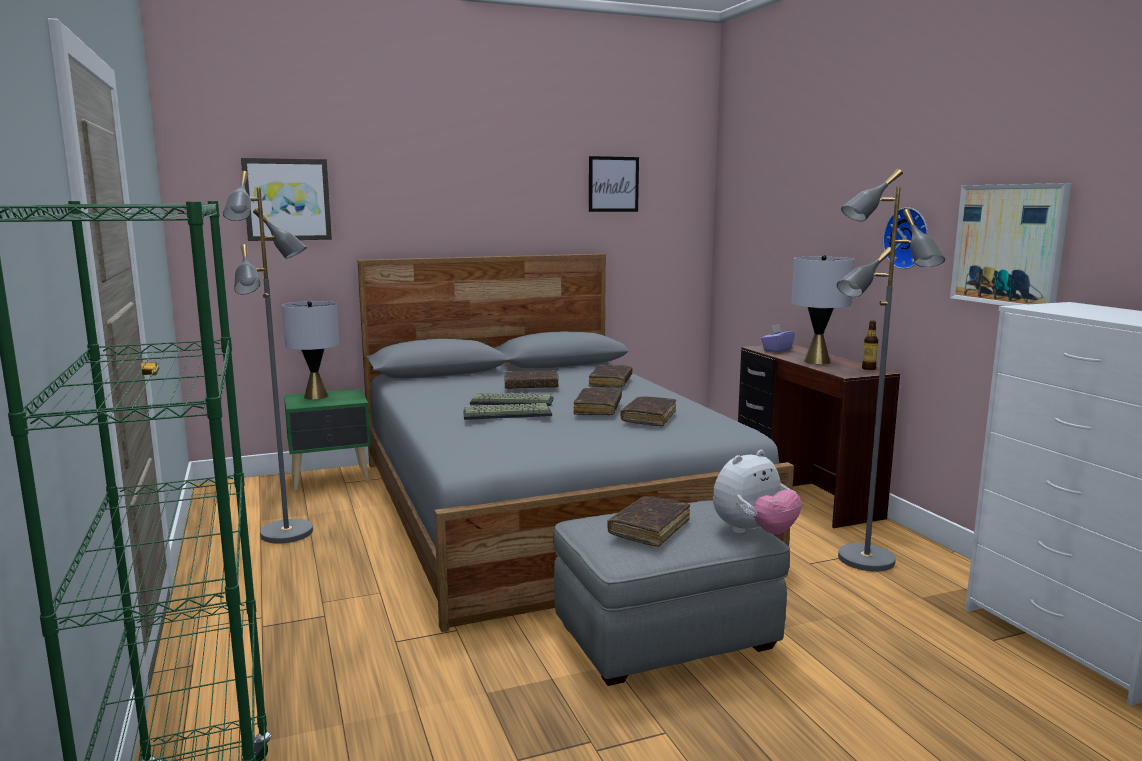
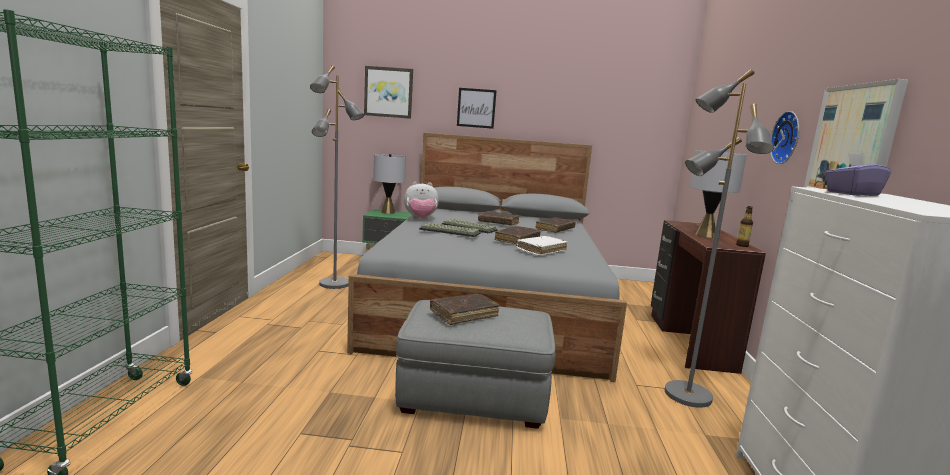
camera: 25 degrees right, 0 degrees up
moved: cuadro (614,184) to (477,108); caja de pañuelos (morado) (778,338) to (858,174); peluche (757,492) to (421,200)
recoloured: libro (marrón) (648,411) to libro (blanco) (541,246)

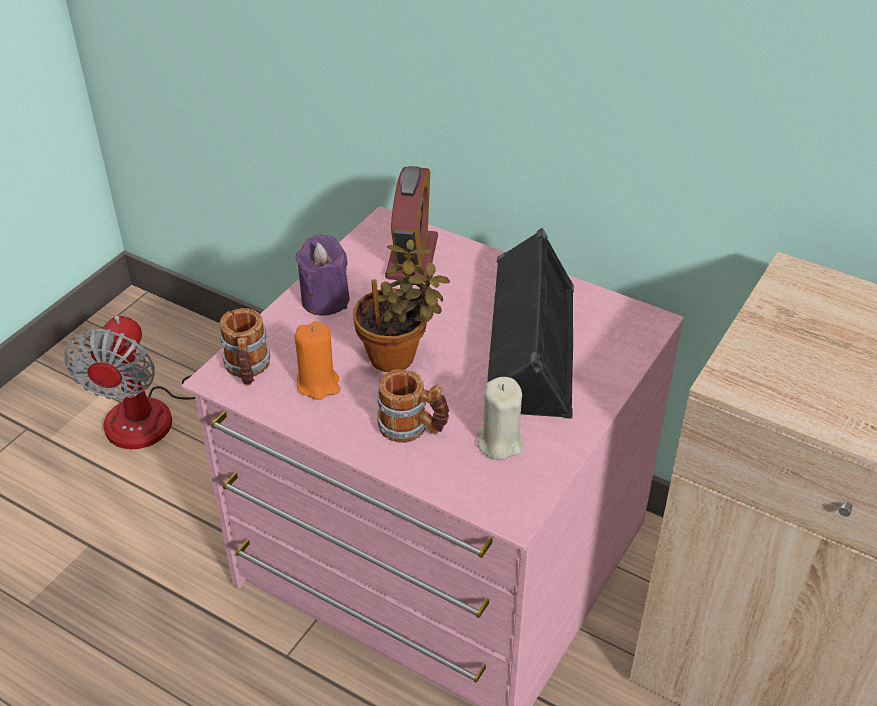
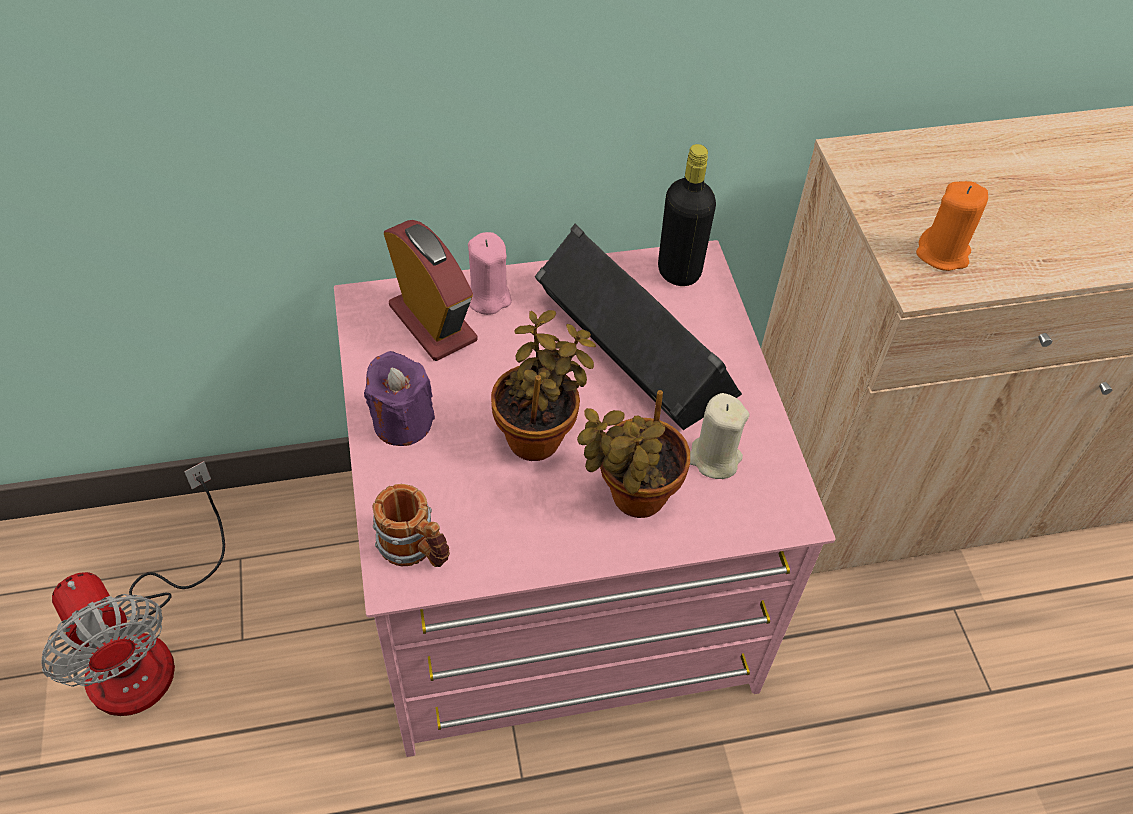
camera: 45 degrees left, 10 degrees up
added: botella (negro) (687,215); vela (rosa) (490,273)
moved: vela (naranja) (317,360) to (952,226)
replaced: taza grande (413,406) to planta en maceta (633,454)

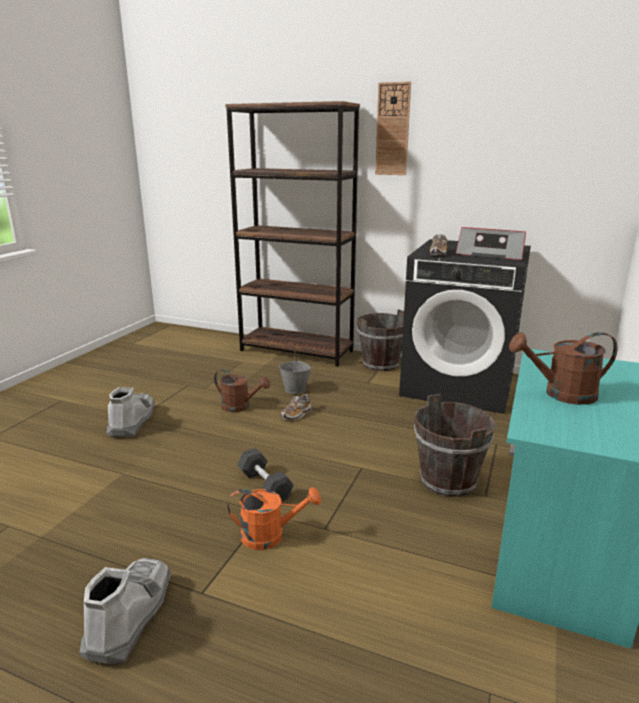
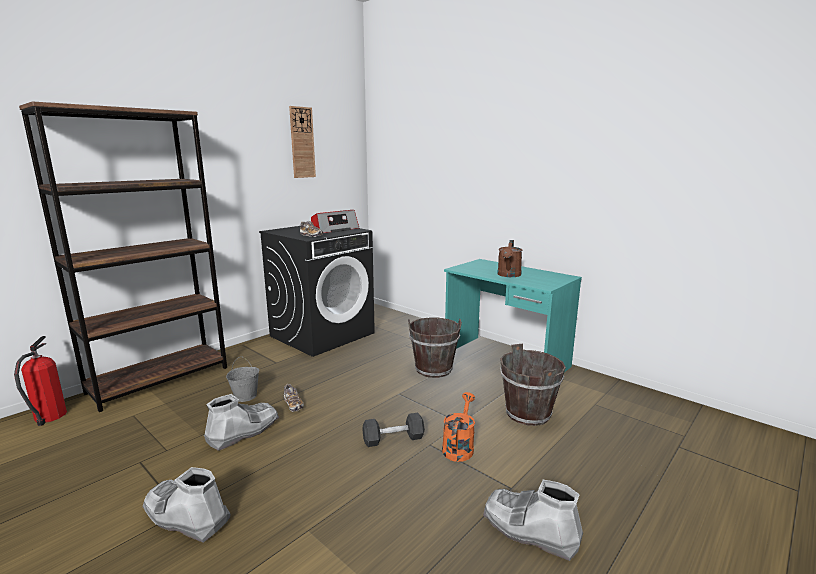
camera: 70 degrees left, 5 degrees down
added: extintor (40,381)
moved: reloj de pared (393,128) to (302,142); cubo (marrón) (380,340) to (533,385)
replaced: regadera (marrón) (242,391) to bota (gris) (241,422)

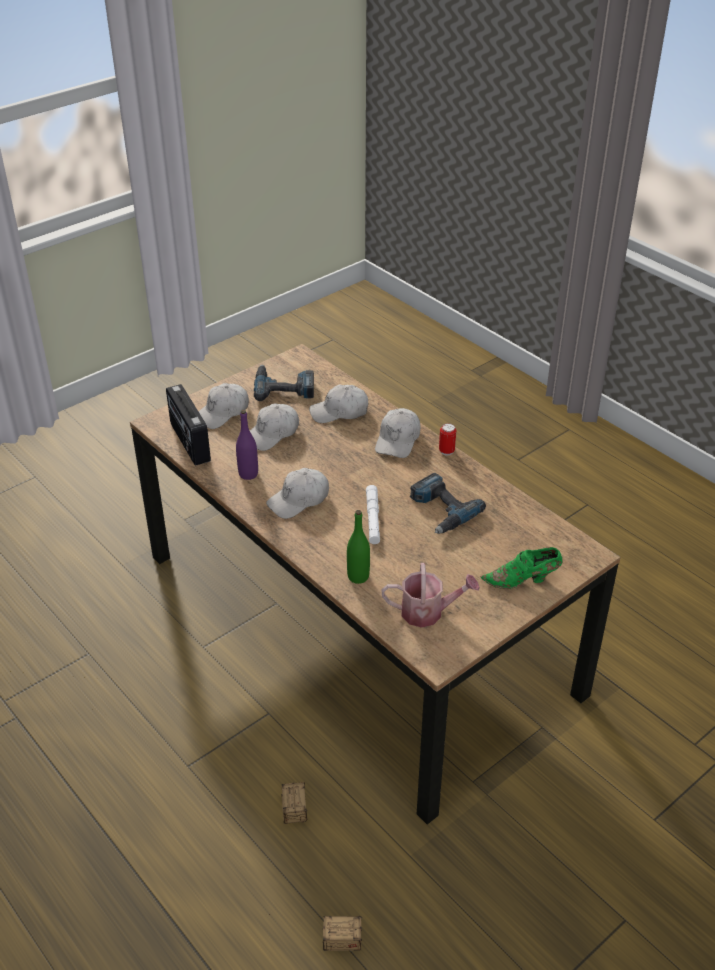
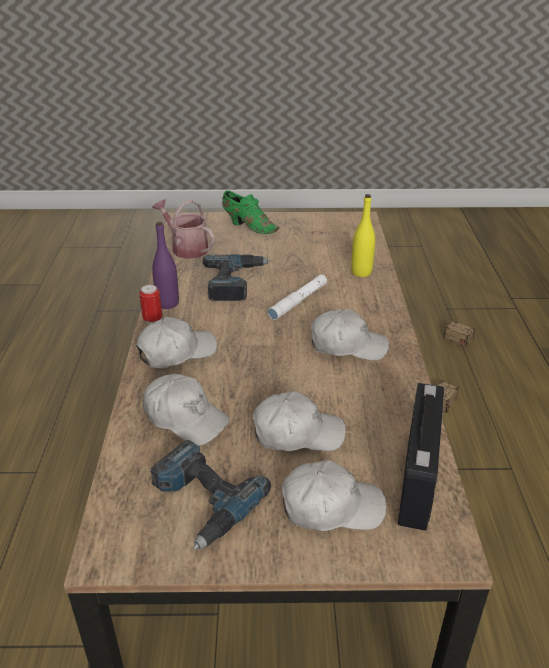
camera: 140 degrees left, 5 degrees down
moved: botella (morado) (247,445) to (165,265); regadera (431,595) to (184,229)
recoloured: botella (verde) (358,547) to botella (amarillo) (363,235)

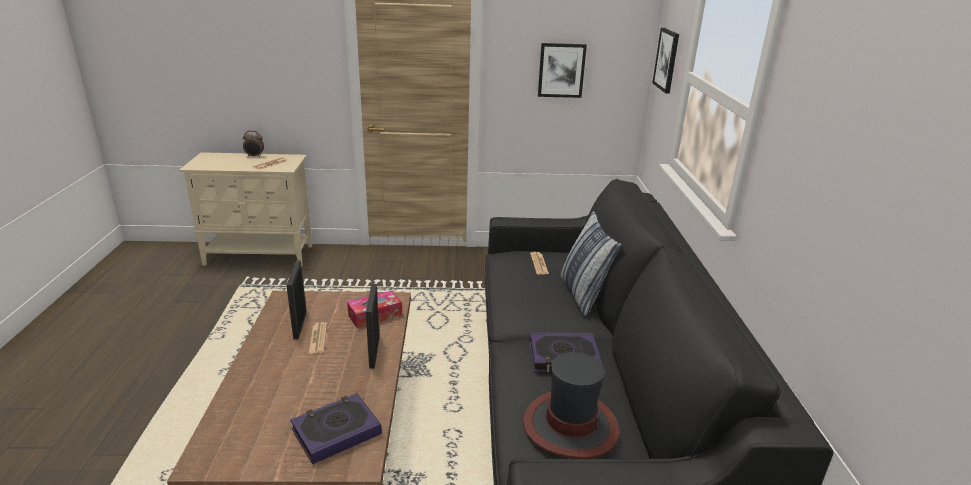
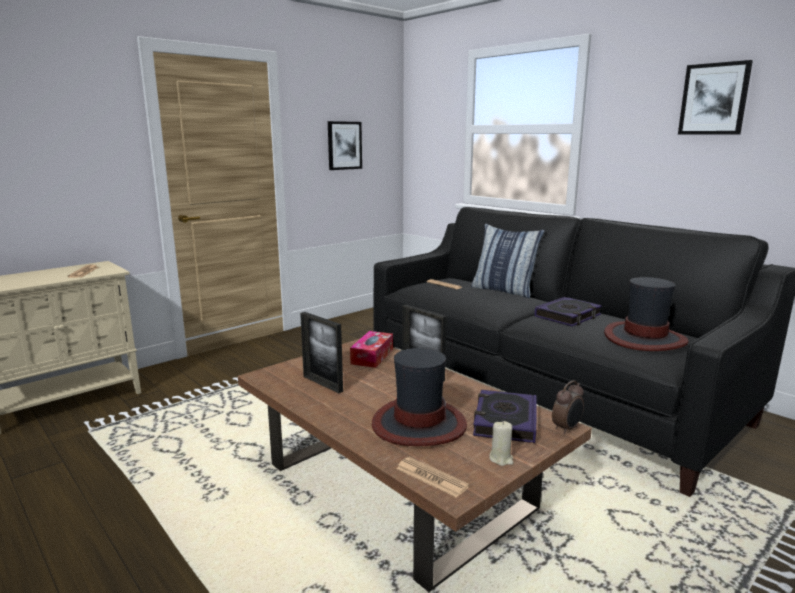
camera: 40 degrees left, 10 degrees down
added: sombrero (419,397); vela (beis) (501,443)
moved: cuadro (665,61) to (715,97); despertador (253,143) to (568,407); periódico (318,338) to (432,477)

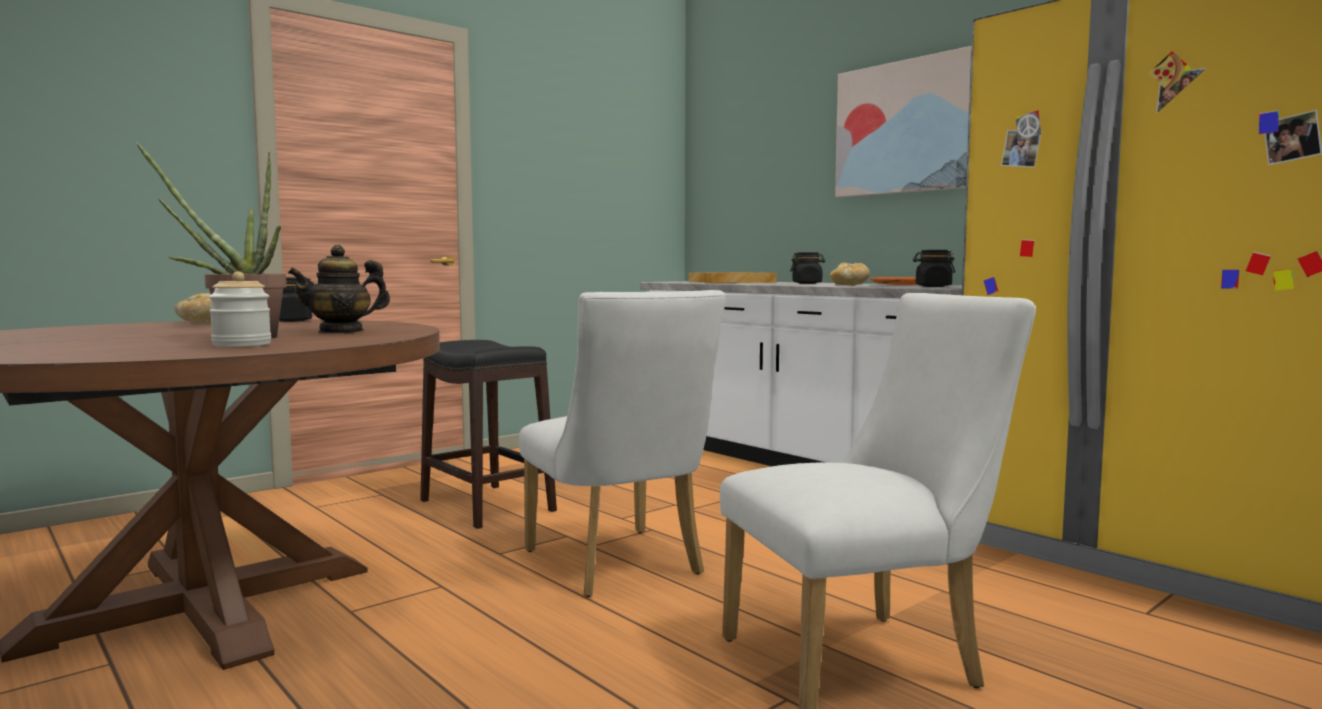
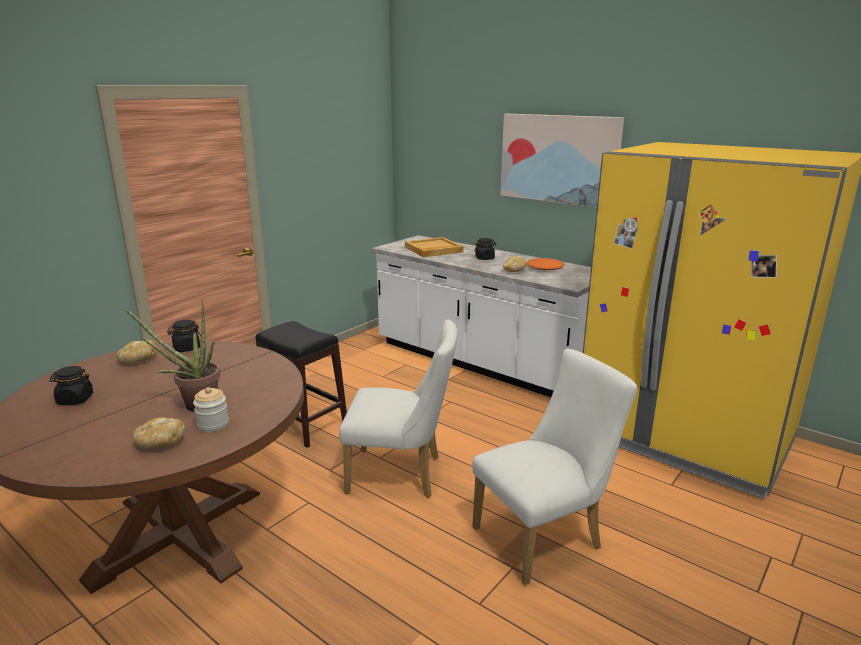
camera: 10 degrees left, 15 degrees up
removed: tetera (339,289)
added: pan (159,432)
moved: tarro (negro) (934,268) to (71,385)
turned: silla (blanco) (622,443) = (398,408) 45 degrees counterclockwise

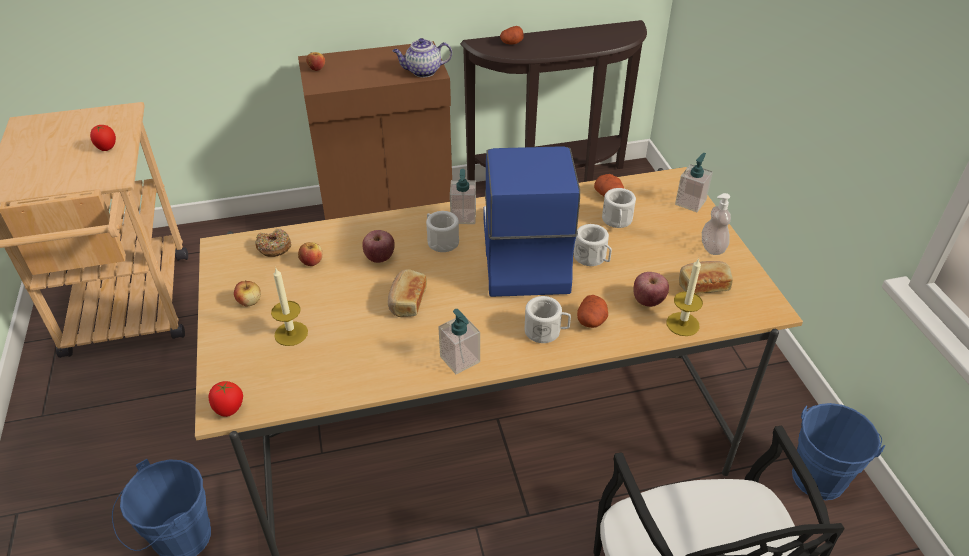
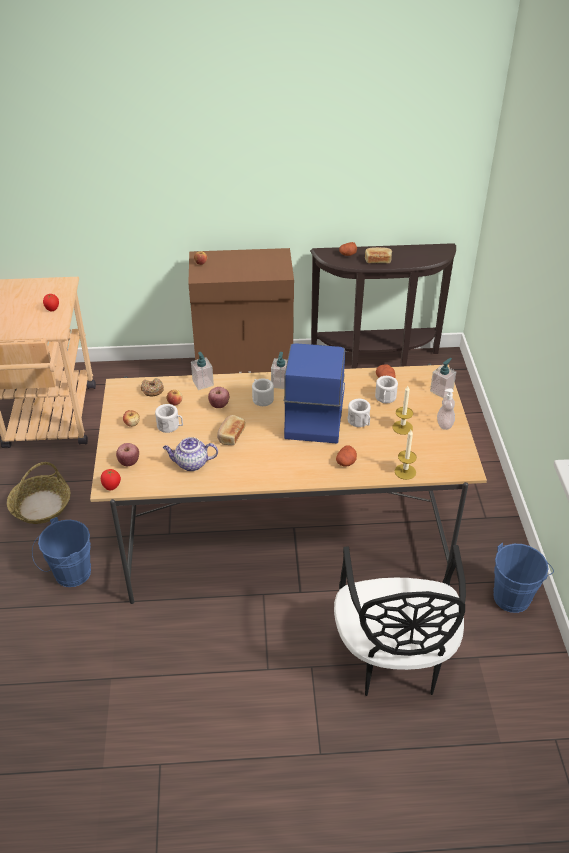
camera: 10 degrees right, 0 degrees up
added: cesta (38,493)
moved: tetera (422,57) to (190,454); pan (706,277) to (378,255); vela (289,306) to (403,410); manzana (651,289) to (127,454); taza grande (blanco) (548,319) to (169,418); dispensador de jabón (459,342) to (202,371)

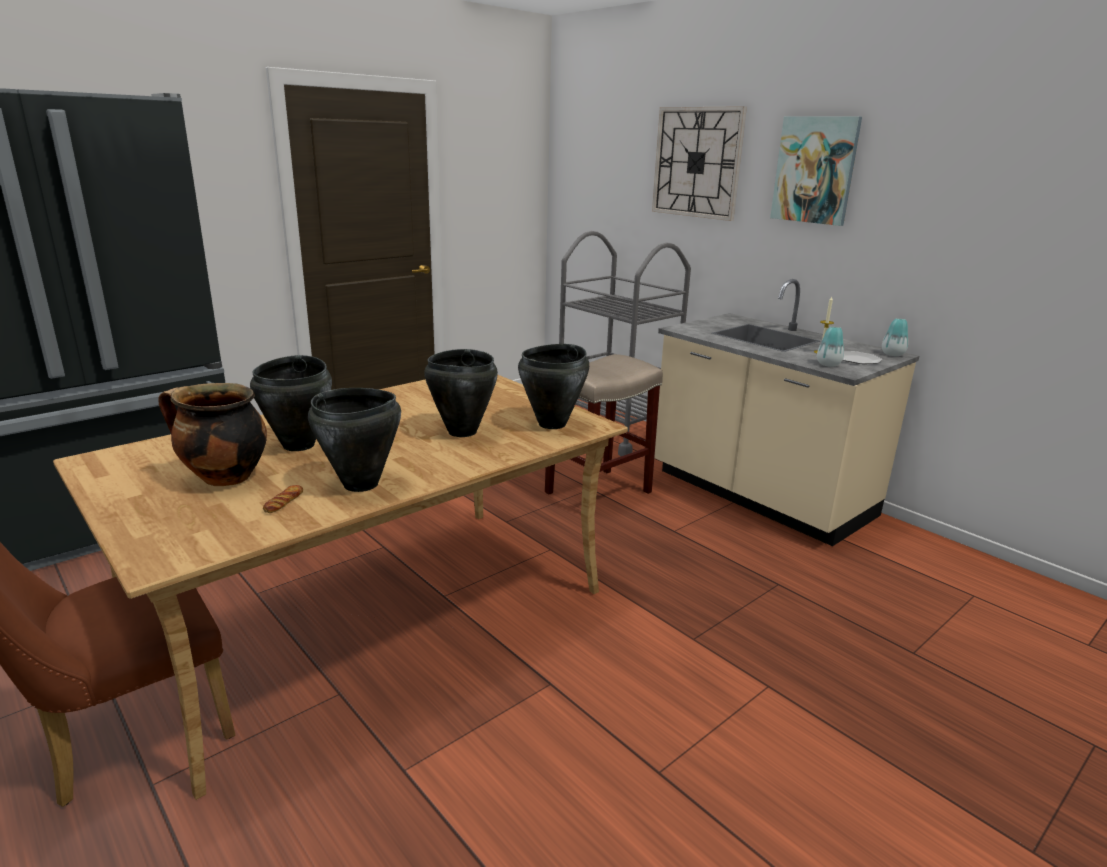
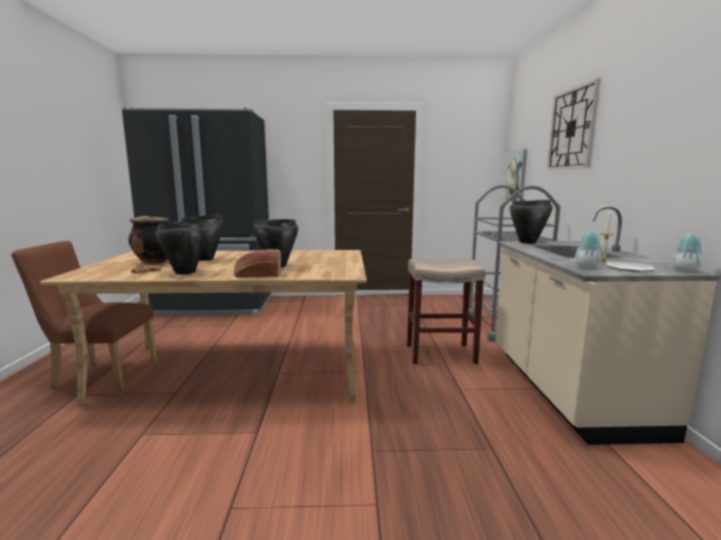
camera: 40 degrees right, 10 degrees down
added: pan (257,263)
moved: cuadro (816,171) to (515,175); olla (negro) (553,386) to (531,222)

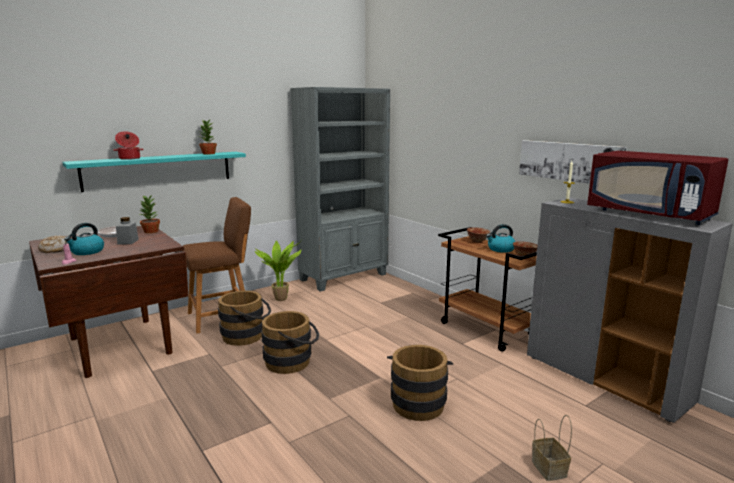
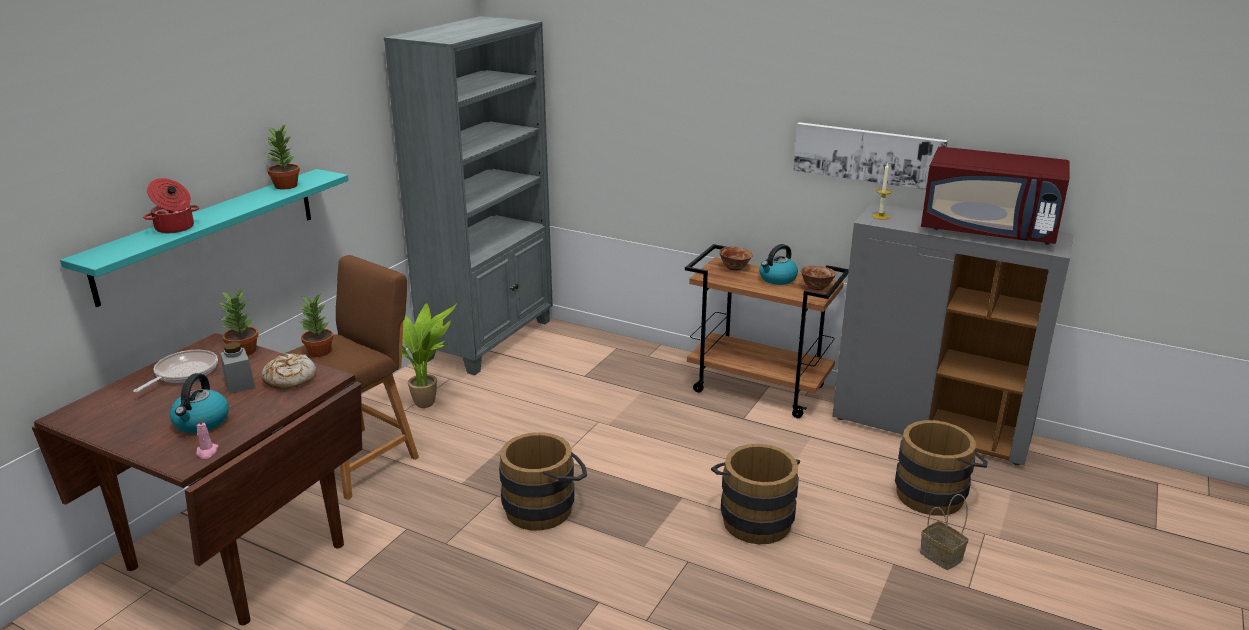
camera: 25 degrees left, 10 degrees up
added: planta en maceta (315,325)
moved: pan (55,244) to (289,371); cubo (marrón) (244,318) to (941,468)

